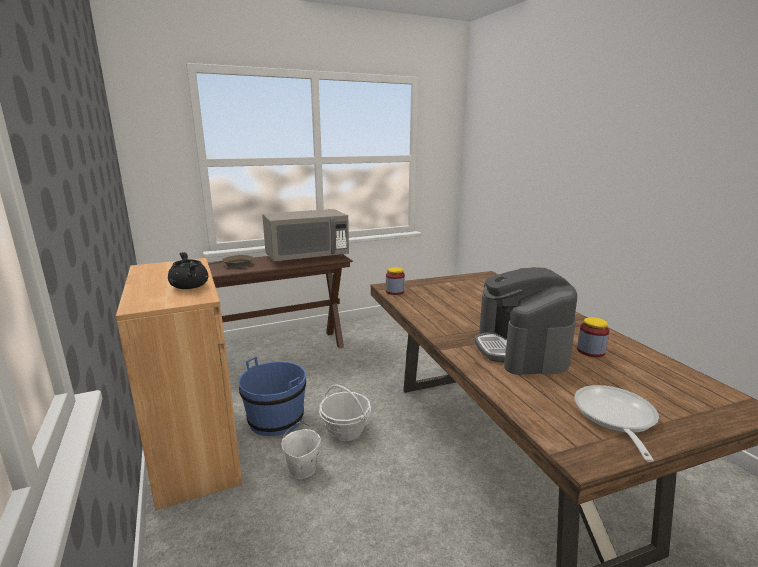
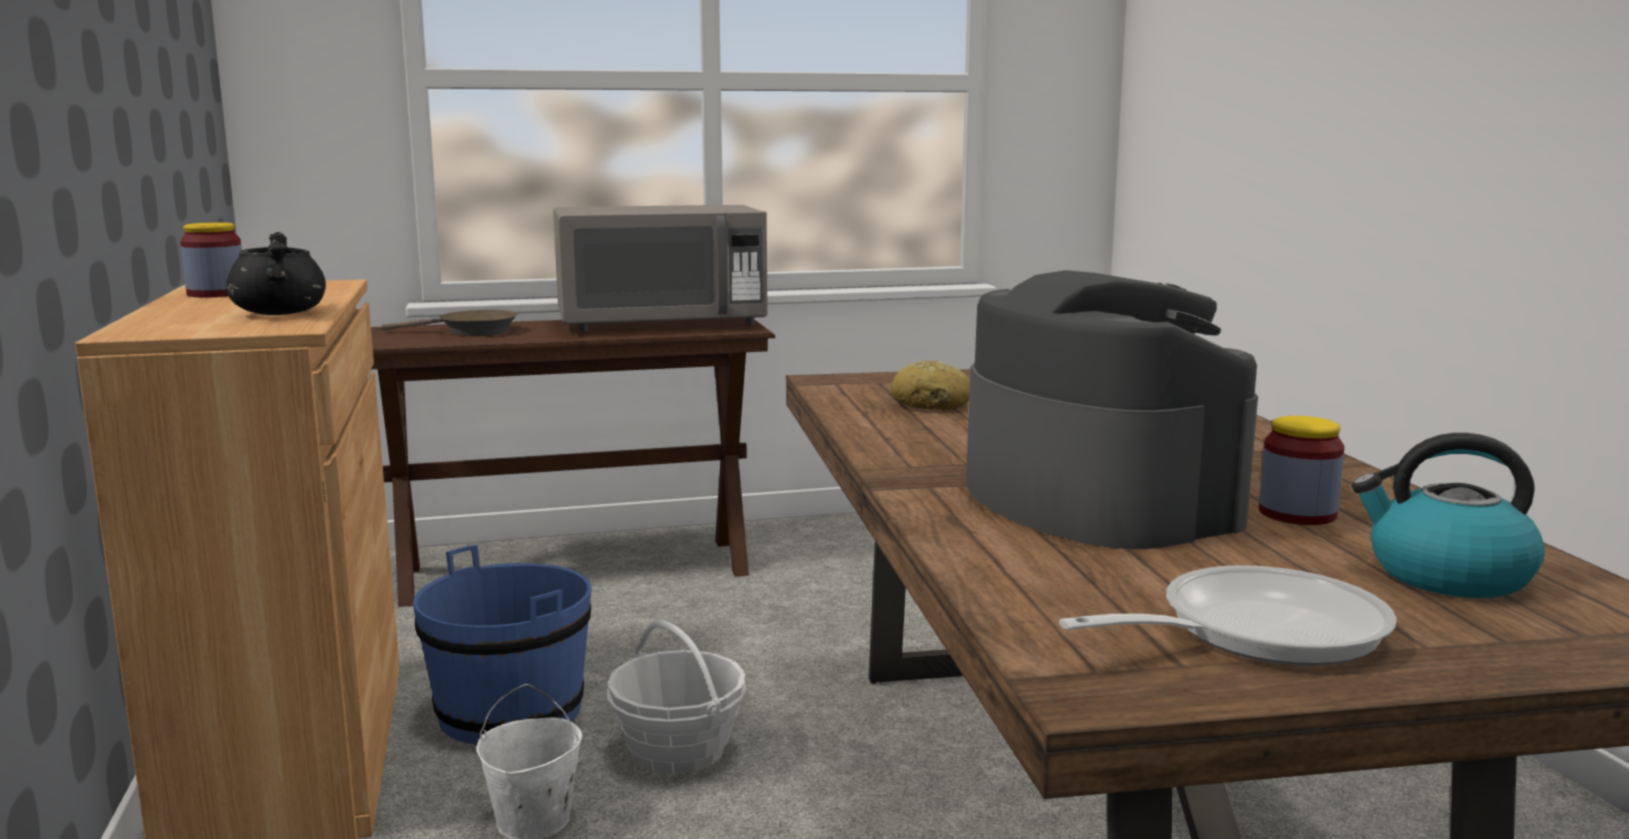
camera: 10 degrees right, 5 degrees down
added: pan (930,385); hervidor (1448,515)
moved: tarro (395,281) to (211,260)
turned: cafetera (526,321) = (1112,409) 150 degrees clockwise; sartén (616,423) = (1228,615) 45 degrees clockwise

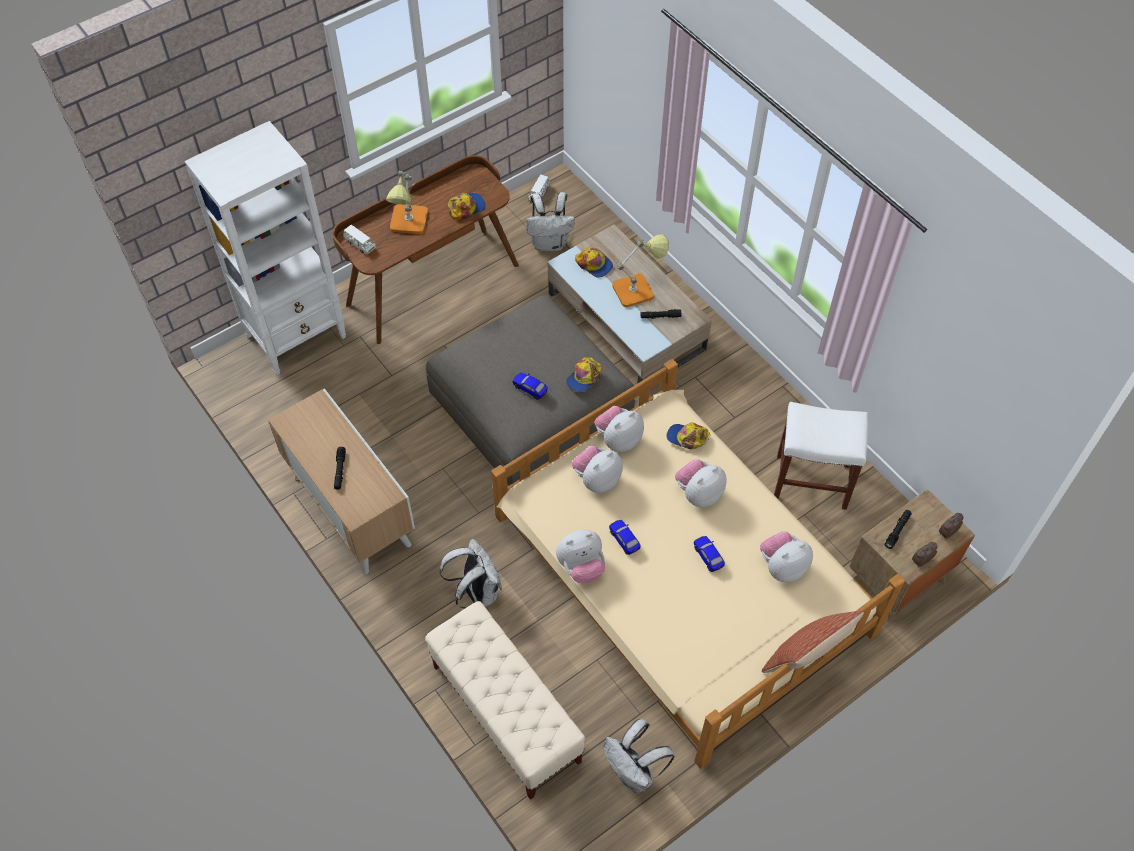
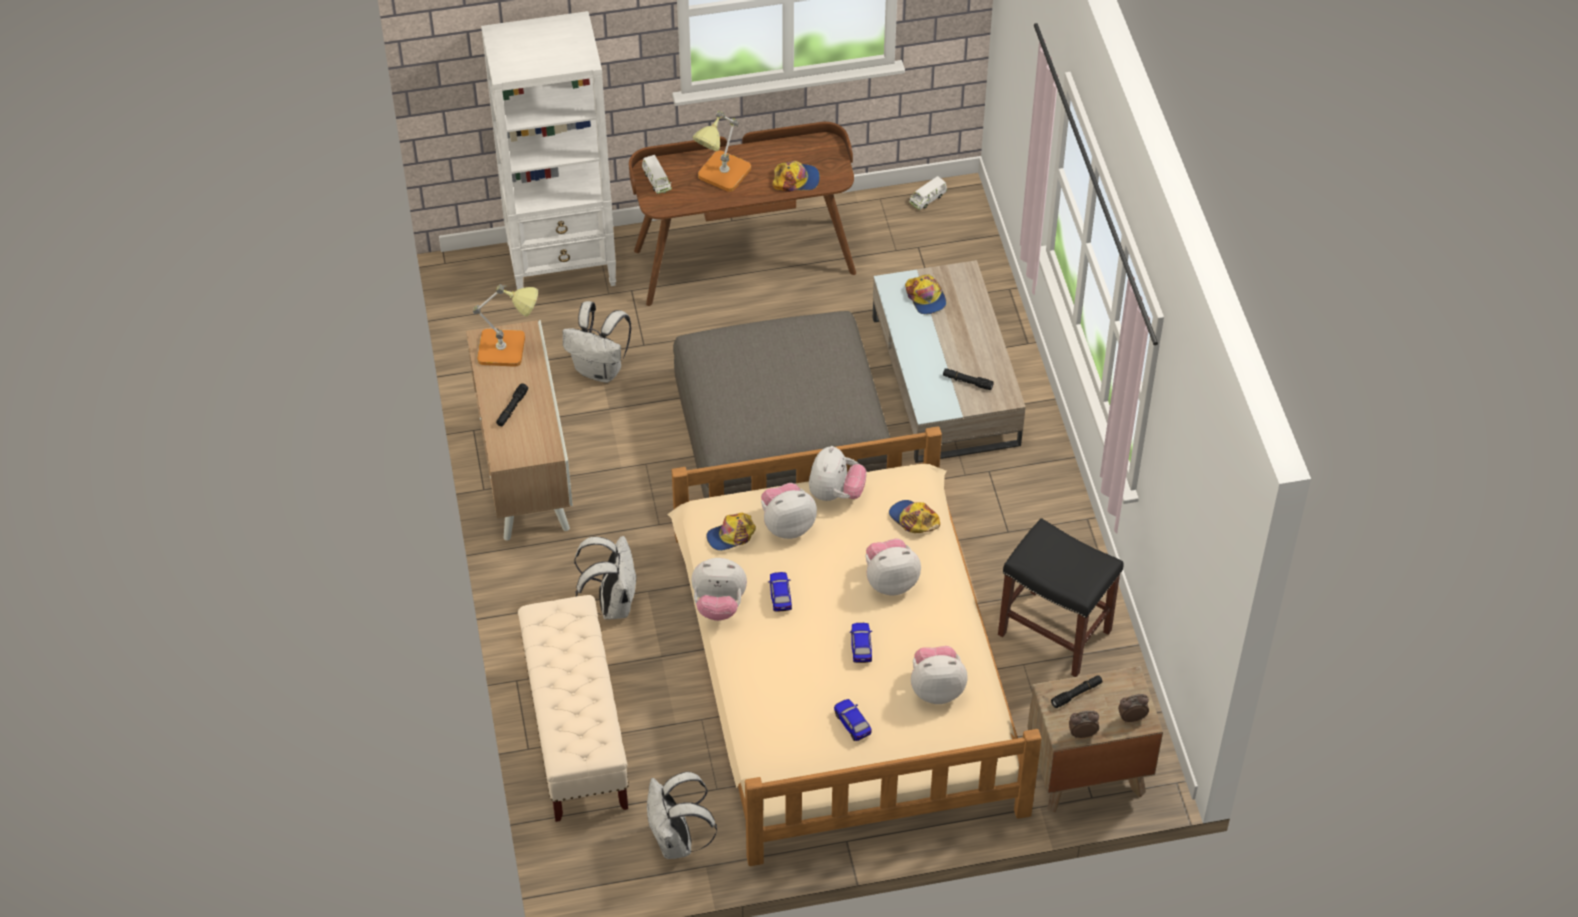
camera: 25 degrees right, 5 degrees down
removed: cojín (813,642)
moved: mochila (blanco) (551,221) to (597,342); lámpara de mesa (640,271) to (505,325); gorra (584,374) to (731,532); coche de juguete (530,386) to (853,720)
recoloured: taburete (blanco) (821,456) to taburete (negro) (1061,597)
turned: peluche (619,429) = (838,473) 120 degrees clockwise

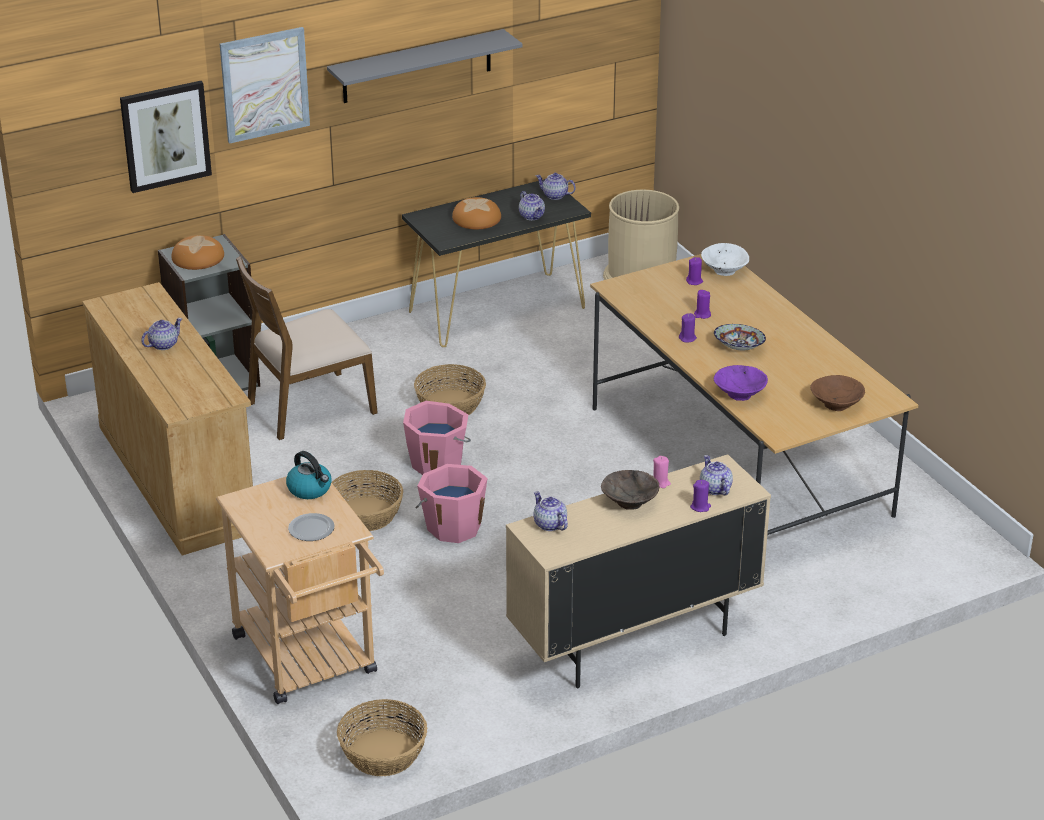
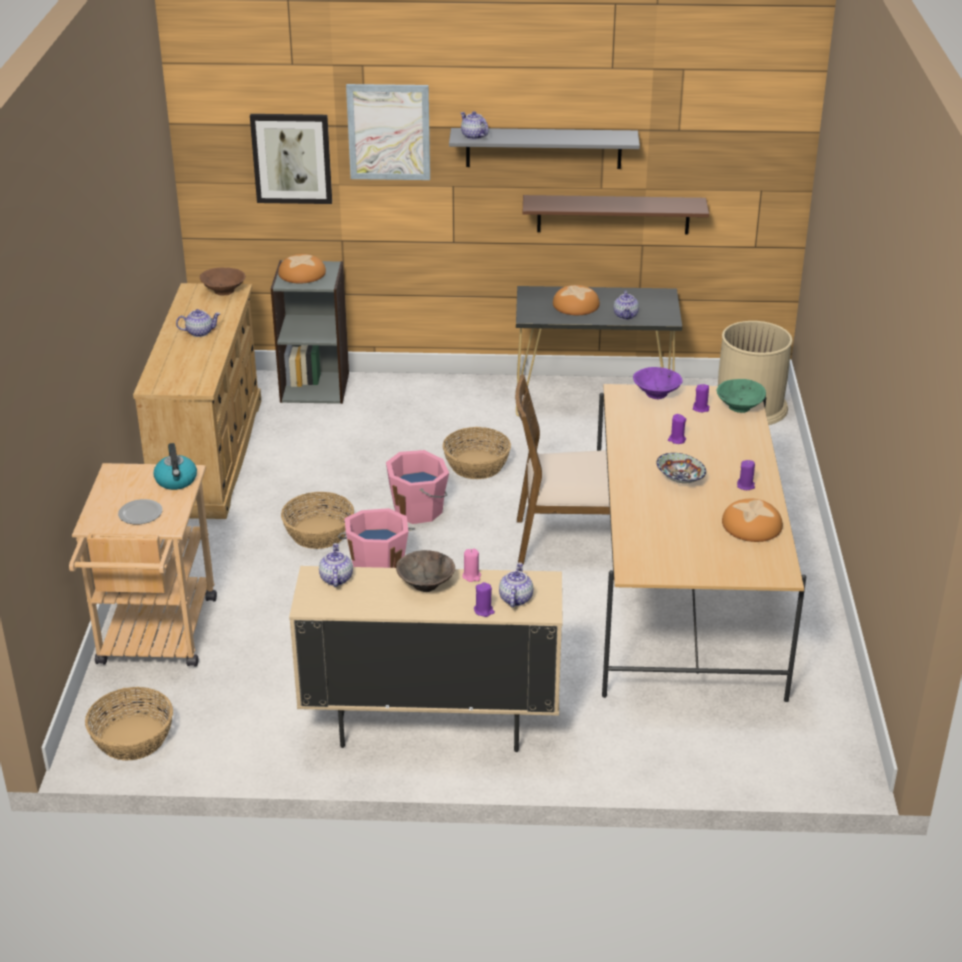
camera: 30 degrees right, 0 degrees up
added: estante (marrón) (616,214); pan (752,520)
moved: tetera (556,186) to (474,125); silla (marrón) (307,348) to (562,470); vela (morado) (688,327) to (746,475); cuenco (morado) (741,383) to (658,383); cuenco (marrón) (837,393) to (222,281)
recoloured: cuenco (blanco) (725,259) to cuenco (verde) (741,396)

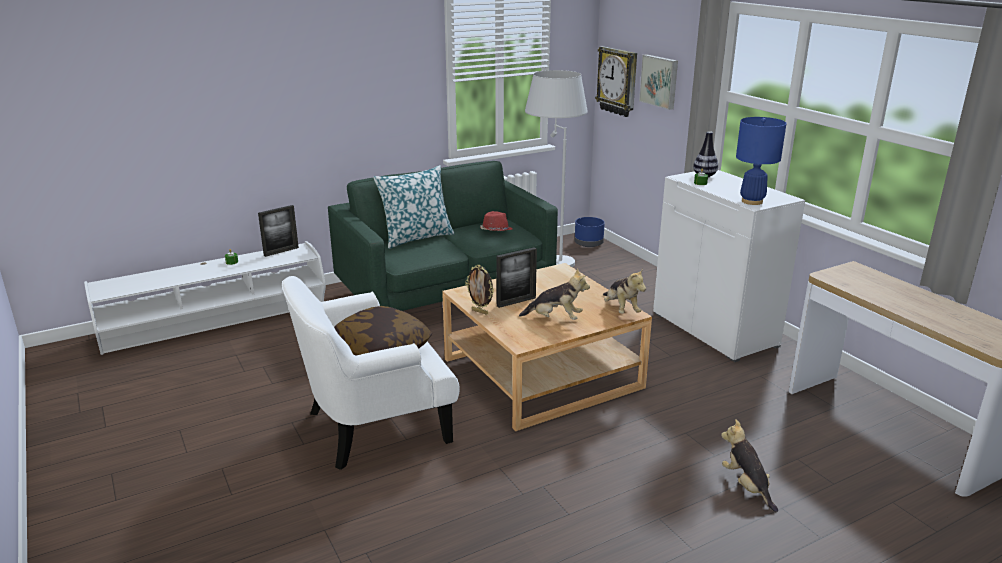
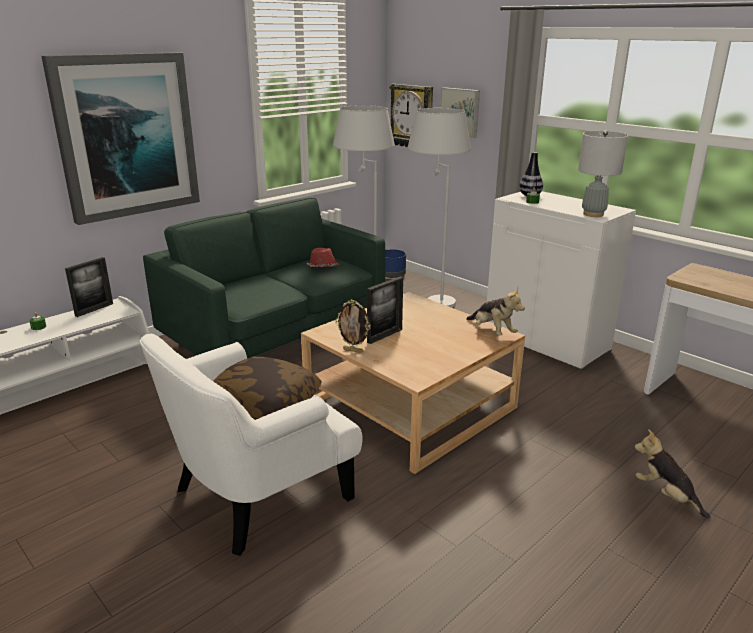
camera: 15 degrees left, 0 degrees up
removed: cojín (413,207); peluche (554,294)
added: cuadro (120,138); lámpara de pie (blanco) (439,208)
recoloured: lámpara de mesa (azul) (761,161) to lámpara de mesa (gris) (603,174)

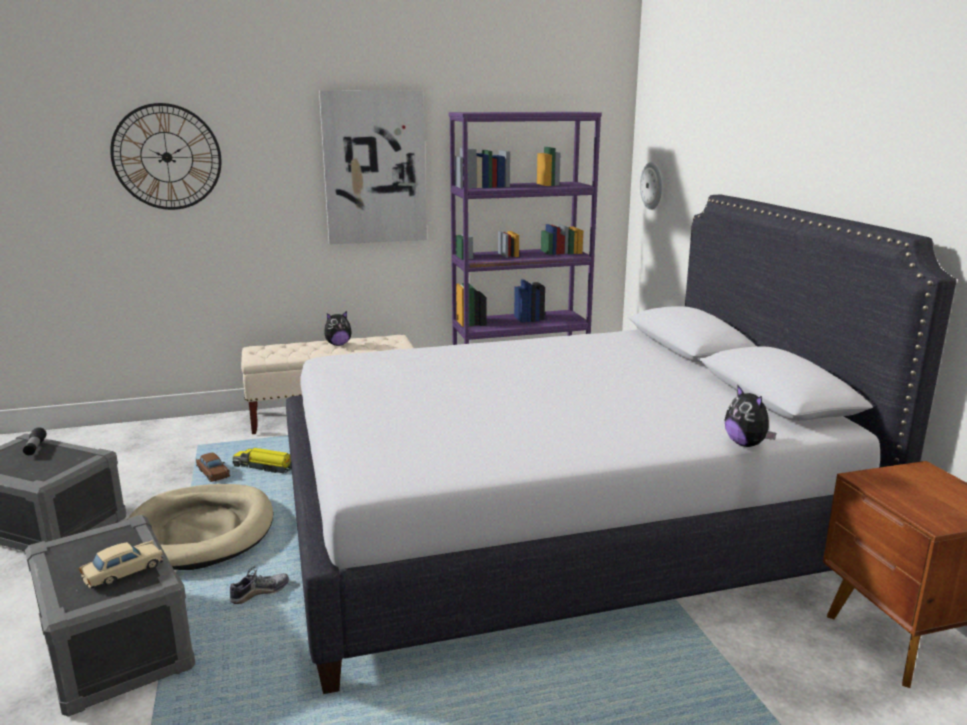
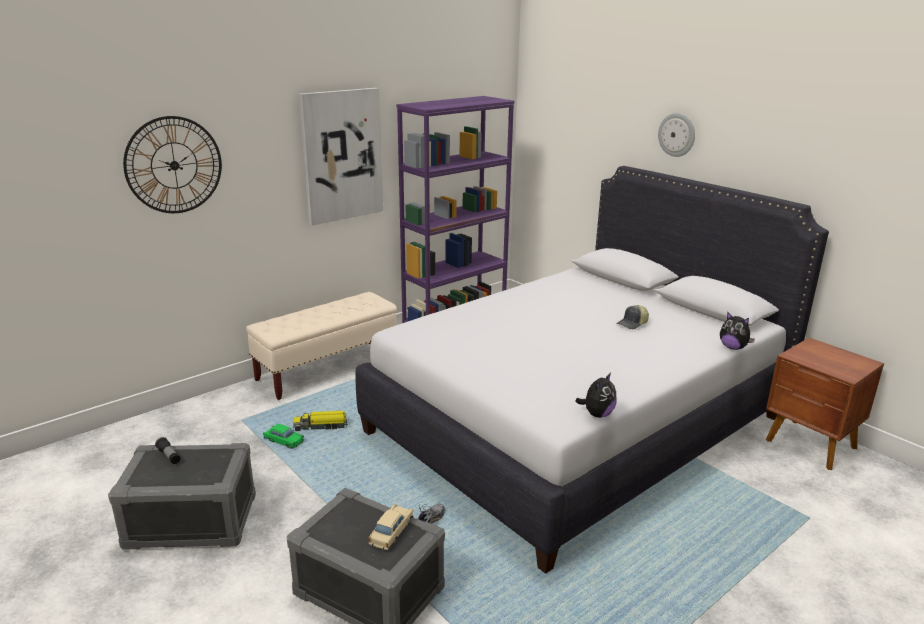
camera: 25 degrees left, 5 degrees up
removed: cama para perro (beis) (200,527)
added: gorra (632,317)
moved: reloj de pared (651,186) to (676,135); peluche (338,328) to (595,395)
recoloured: coche de juguete (marrón) (213,467) to coche de juguete (verde) (283,436)

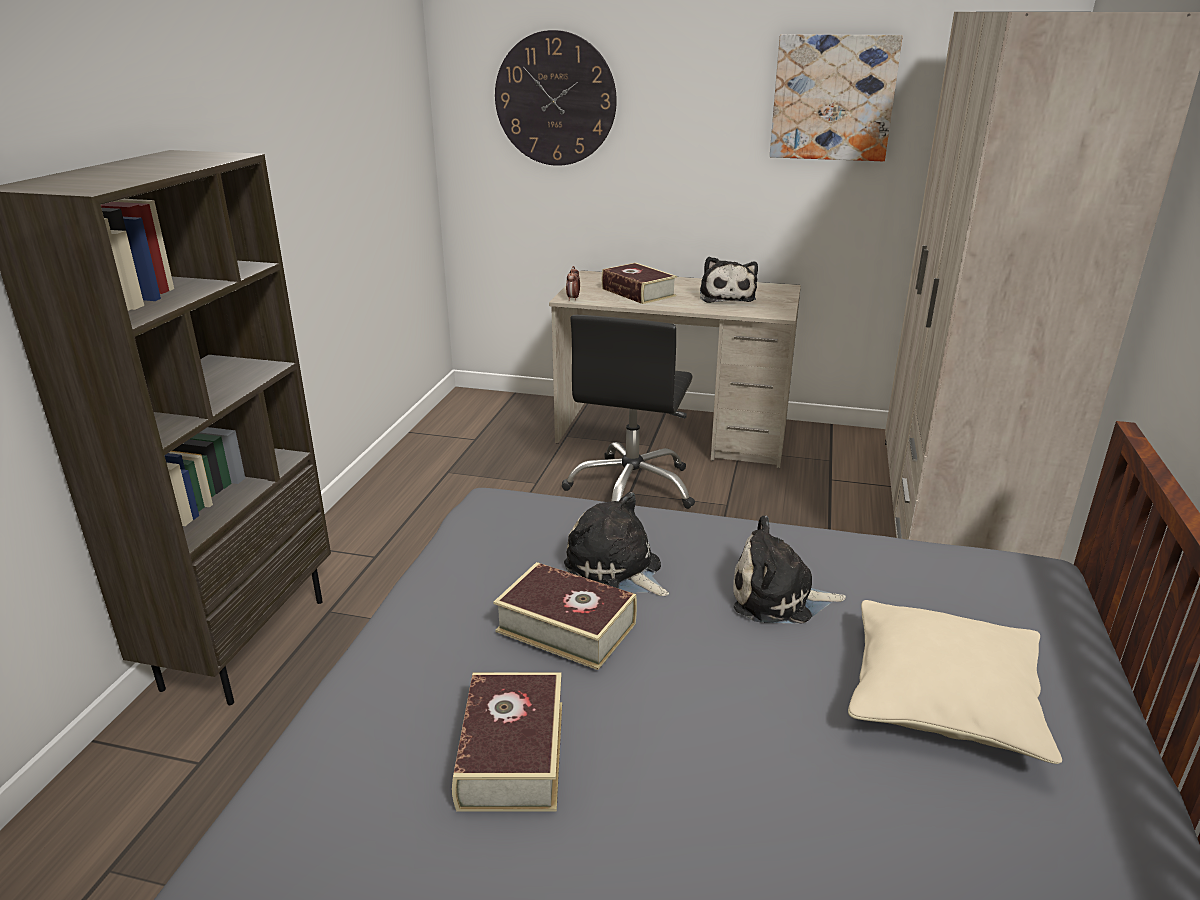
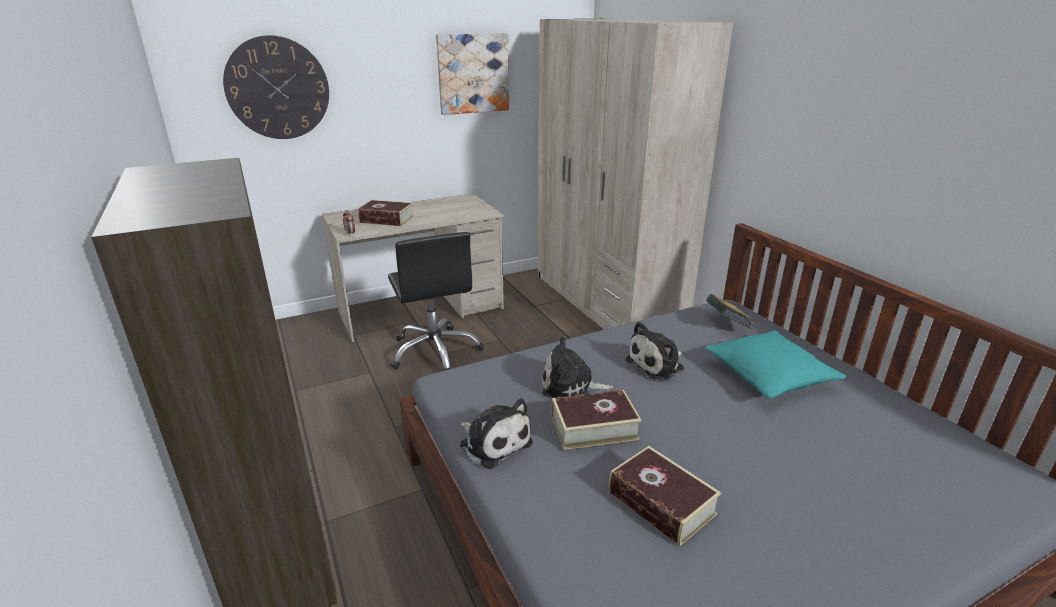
camera: 40 degrees left, 0 degrees up
added: libro (730,311)
moved: peluche (729,280) to (496,433)
recoloured: cojín (beis) (955,682) to cojín (turquesa) (776,364)

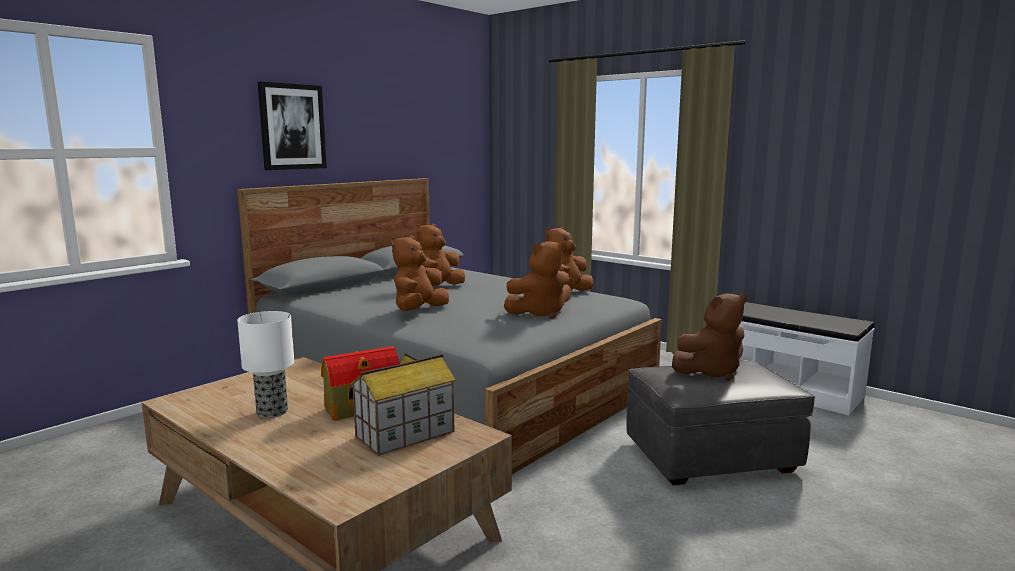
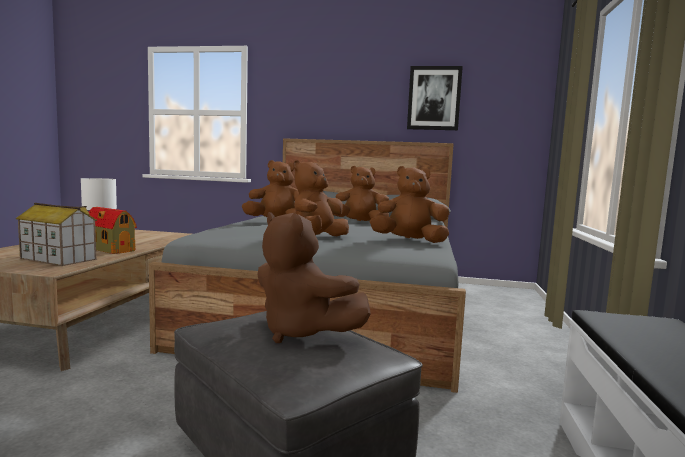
camera: 60 degrees right, 5 degrees down
moved: cuadro (292,125) to (435,98)
turned: peluche (marrón) (537,280) = (321,198) 90 degrees clockwise

